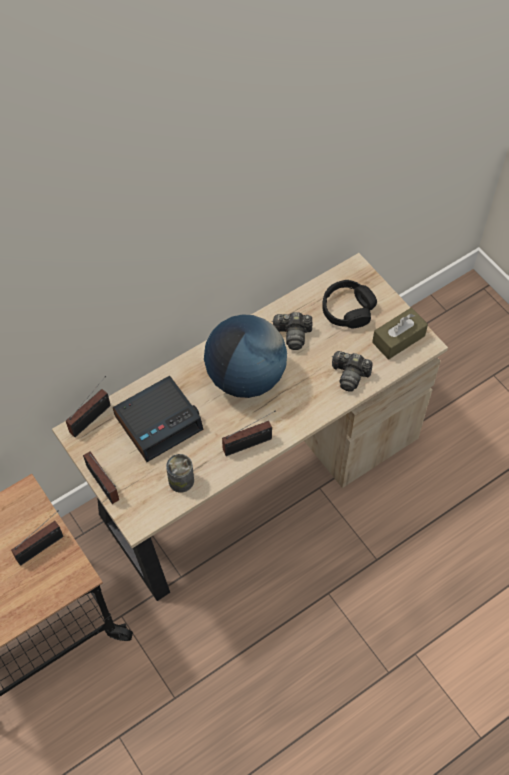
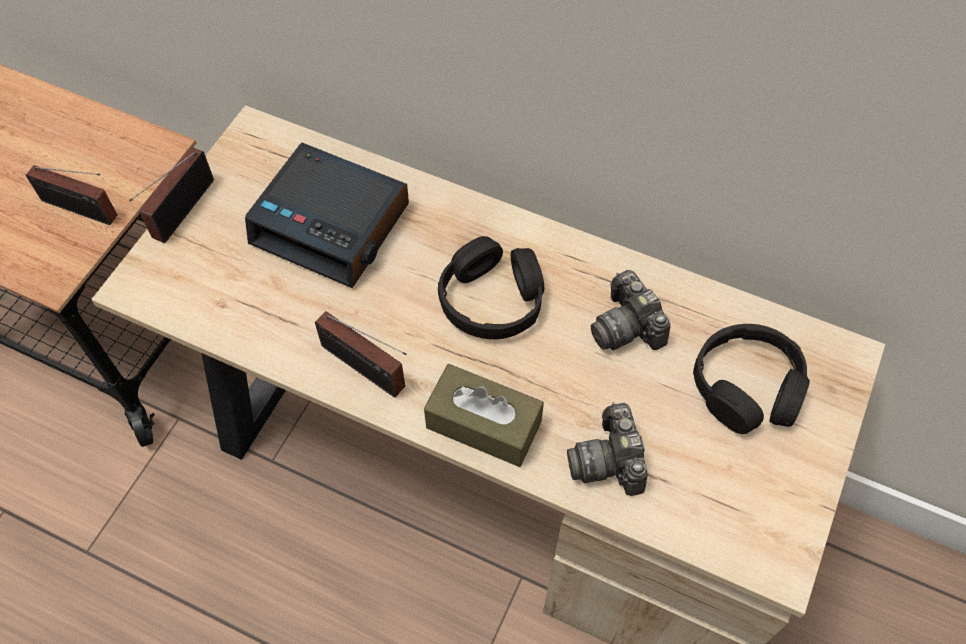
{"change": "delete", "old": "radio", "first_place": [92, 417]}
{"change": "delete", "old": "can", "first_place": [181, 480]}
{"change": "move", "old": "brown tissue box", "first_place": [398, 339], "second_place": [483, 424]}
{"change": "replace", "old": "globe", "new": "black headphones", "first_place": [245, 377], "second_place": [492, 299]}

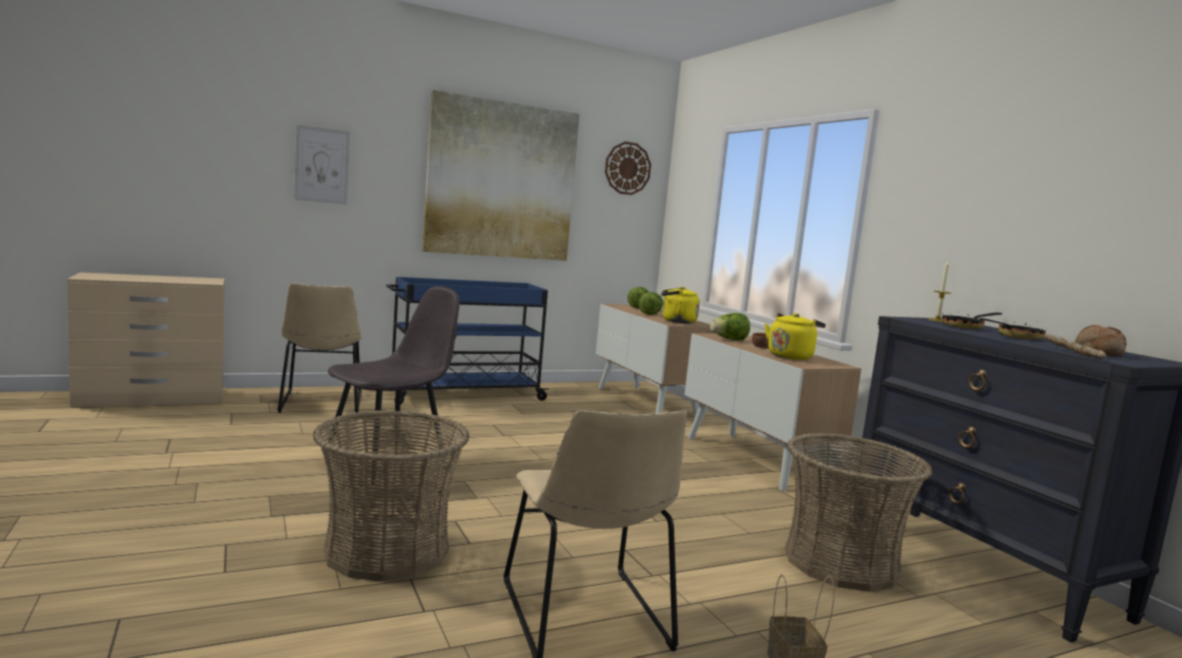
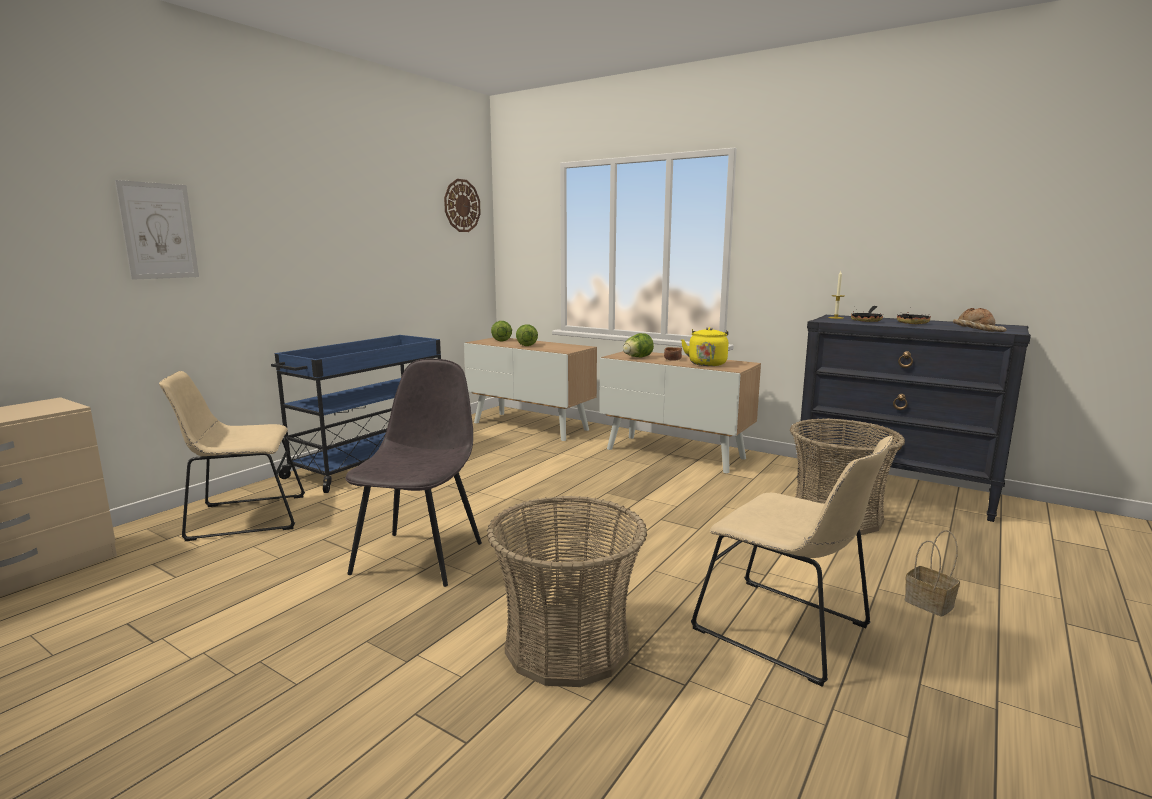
{"change": "delete", "old": "picture", "first_place": [501, 180]}
{"change": "delete", "old": "yellow kettle", "first_place": [676, 321]}
{"change": "rotate", "old": "beige chair", "first_place": [321, 403], "second_place": [242, 517], "degrees": 120}

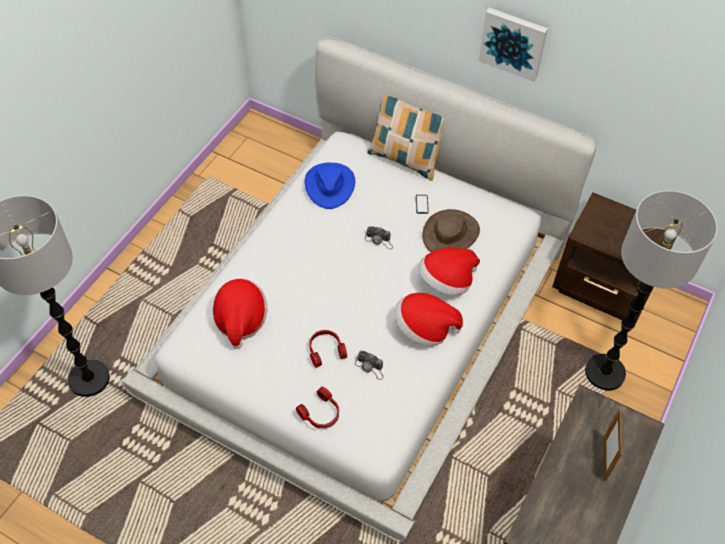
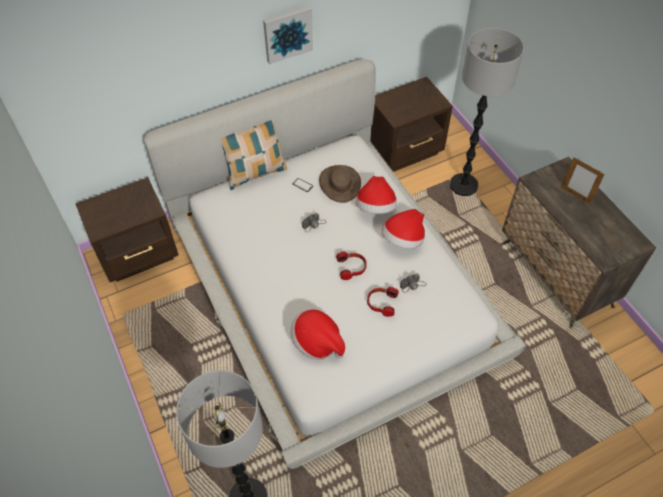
{"change": "delete", "old": "blue hat", "first_place": [329, 185]}
{"change": "insert", "new": "brown nightstand", "second_place": [140, 254]}
{"change": "move", "old": "headphones", "first_place": [321, 414], "second_place": [352, 268]}

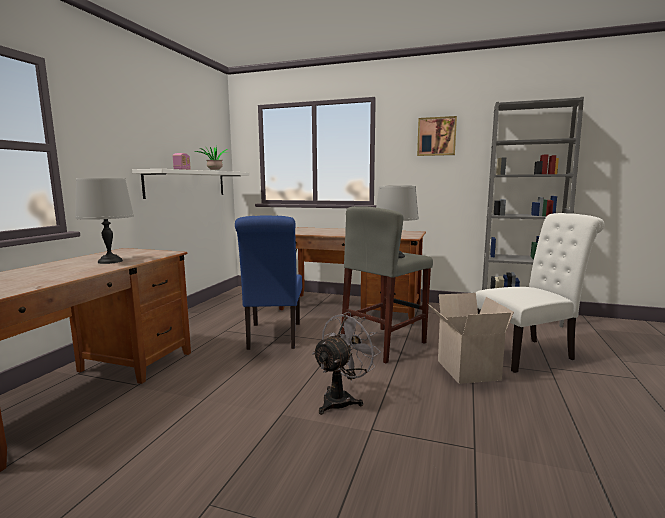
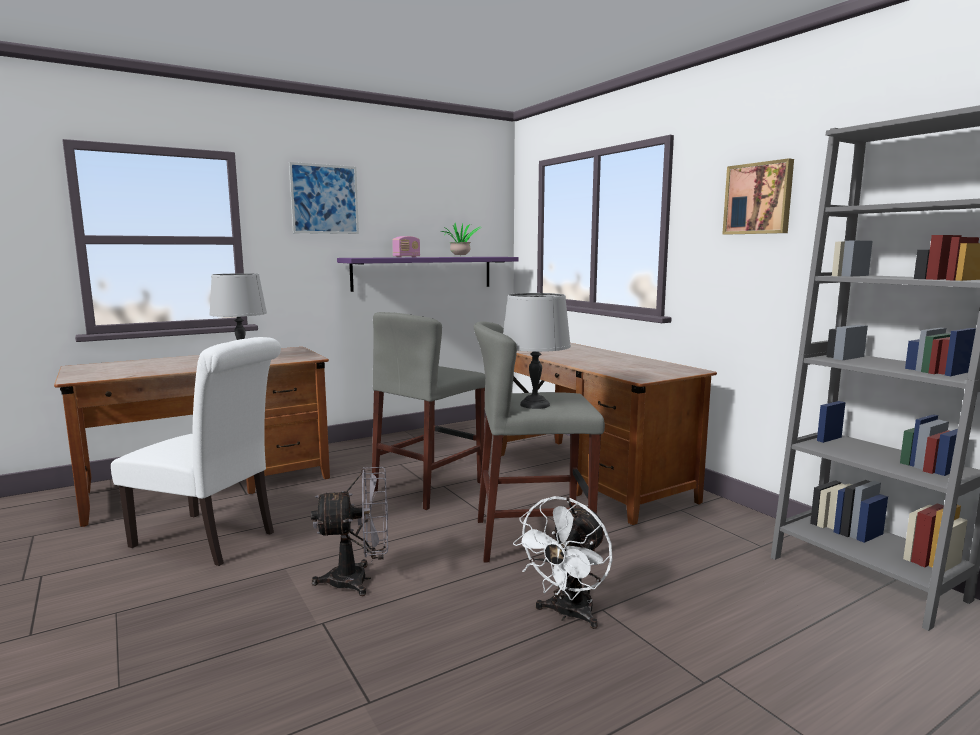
{"change": "insert", "new": "picture", "second_place": [324, 199]}
{"change": "move", "old": "white chair", "first_place": [529, 354], "second_place": [211, 540]}
{"change": "replace", "old": "blue chair", "new": "grey stool", "first_place": [273, 337], "second_place": [428, 486]}
{"change": "replace", "old": "cardboard box", "new": "white fan", "first_place": [465, 369], "second_place": [567, 614]}
{"change": "recolor", "old": "white shelf", "new": "purple shelf", "first_place": [187, 183], "second_place": [423, 273]}

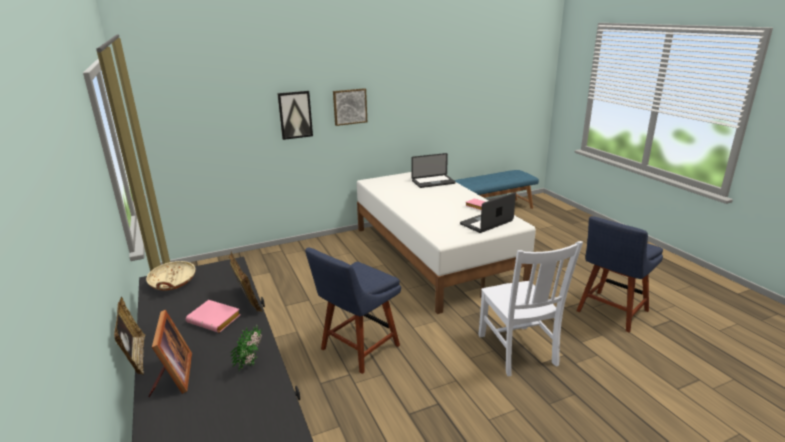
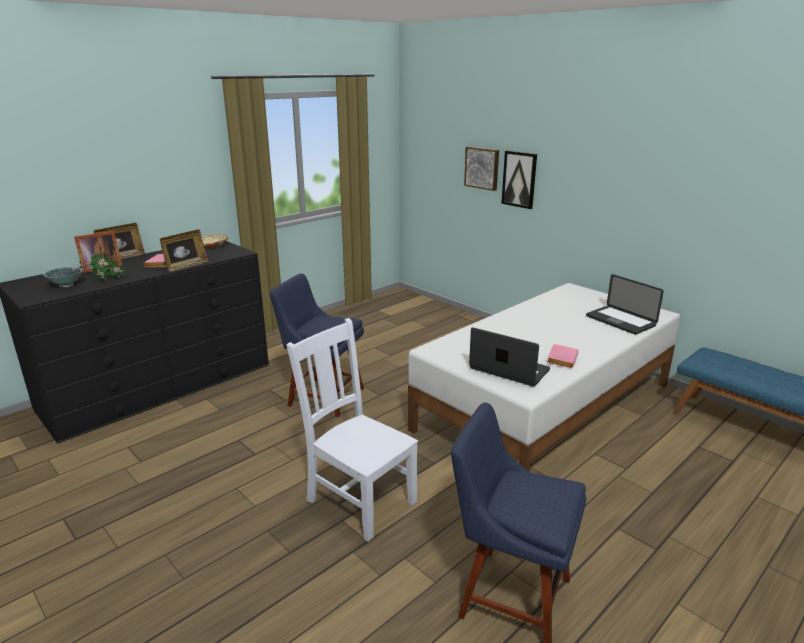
{"change": "insert", "new": "bowl", "second_place": [66, 285]}
{"change": "move", "old": "picture", "first_place": [349, 106], "second_place": [482, 168]}
{"change": "rotate", "old": "white chair", "first_place": [518, 351], "second_place": [358, 499], "degrees": 75}

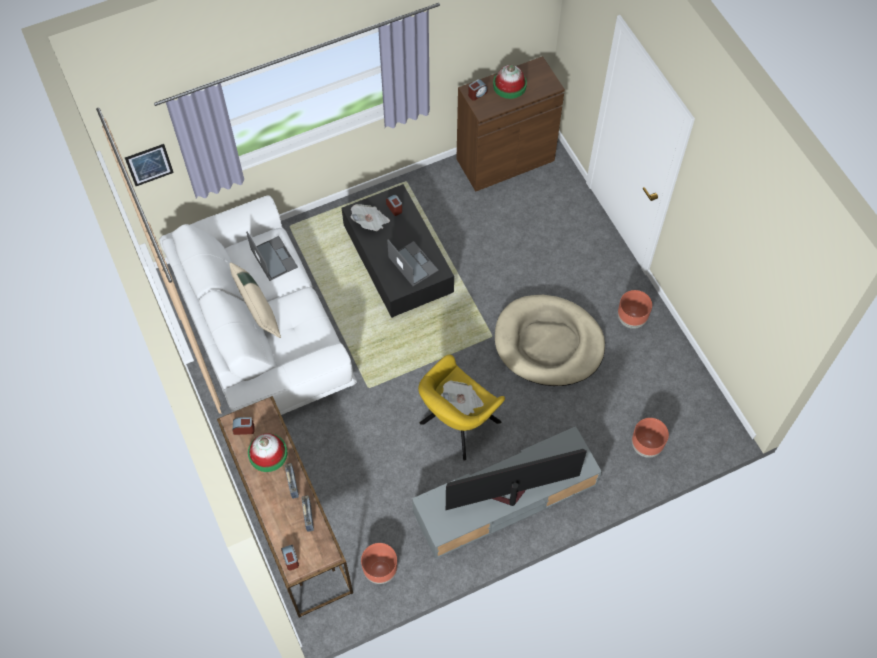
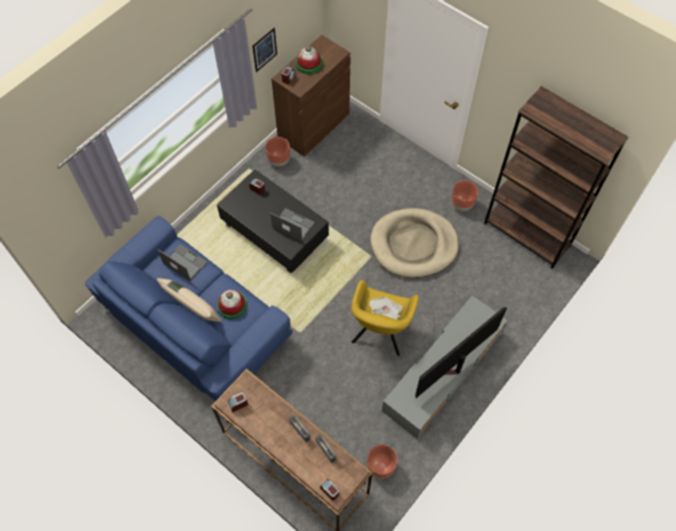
{"change": "delete", "old": "newspaper", "first_place": [370, 223]}
{"change": "insert", "new": "brown bookcase", "second_place": [527, 234]}
{"change": "move", "old": "picture", "first_place": [149, 164], "second_place": [264, 49]}
{"change": "move", "old": "hat", "first_place": [268, 453], "second_place": [232, 305]}
{"change": "move", "old": "brown planter", "first_place": [645, 446], "second_place": [278, 161]}
{"change": "recolor", "old": "white sofa", "new": "blue sofa", "first_place": [262, 329], "second_place": [195, 323]}

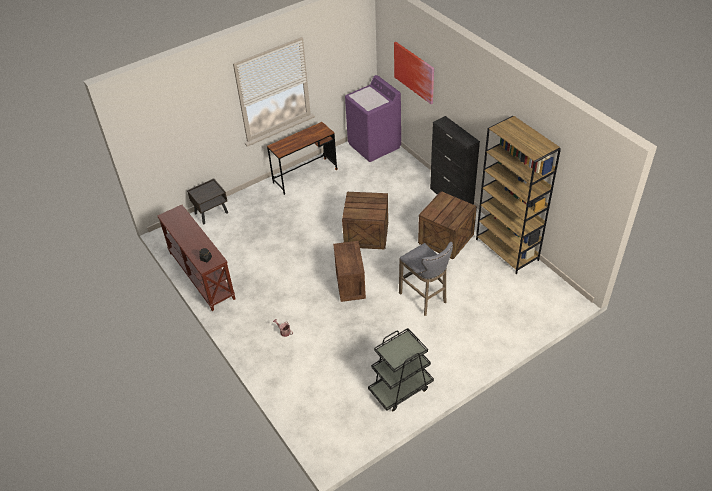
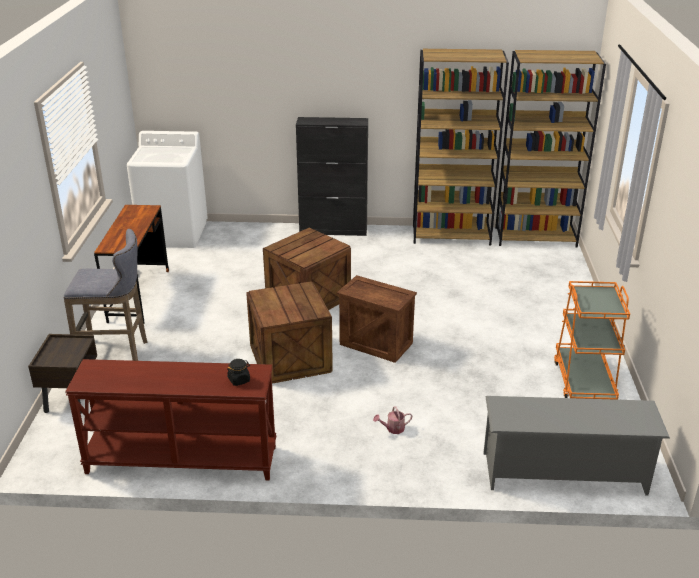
{"change": "delete", "old": "picture", "first_place": [414, 72]}
{"change": "insert", "new": "grey shoe rack", "second_place": [564, 473]}
{"change": "insert", "new": "brown bookcase", "second_place": [536, 237]}
{"change": "move", "old": "grey stool", "first_place": [424, 299], "second_place": [116, 353]}
{"change": "move", "old": "crate", "first_place": [446, 239], "second_place": [291, 359]}
{"change": "recolor", "old": "purple washing machine", "new": "white washing machine", "first_place": [374, 146], "second_place": [174, 234]}
{"change": "recolor", "old": "black cart", "new": "orange cart", "first_place": [400, 388], "second_place": [584, 380]}

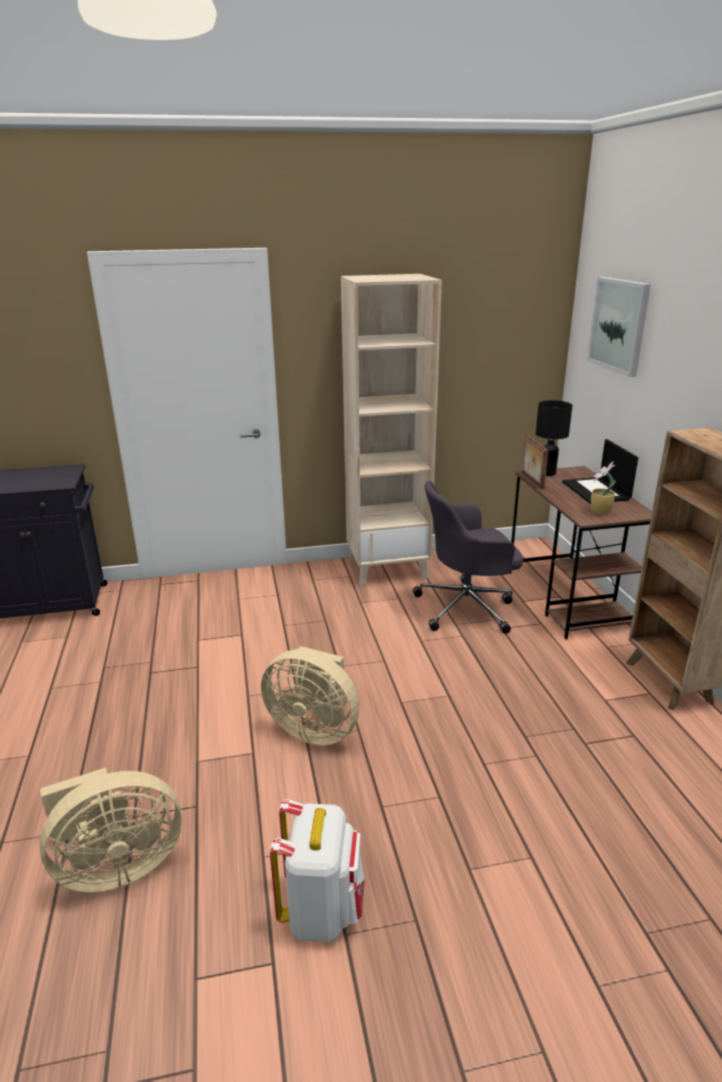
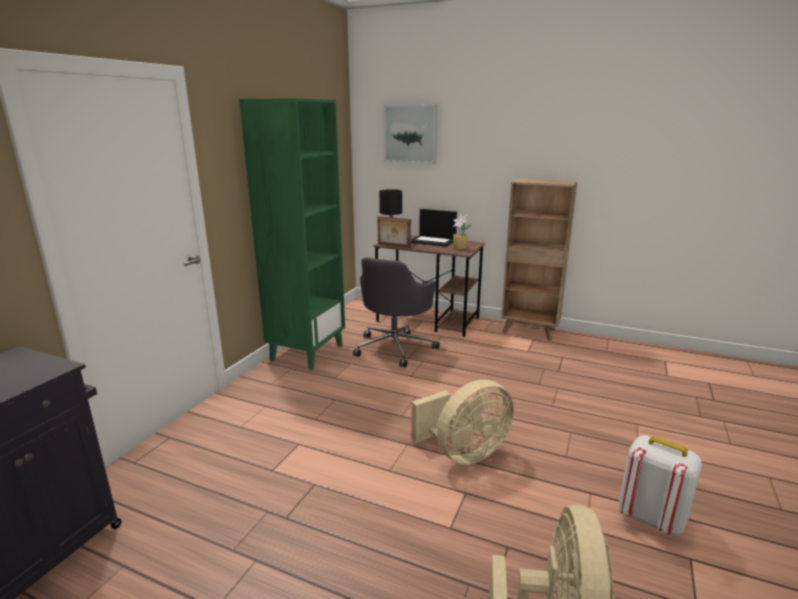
{"change": "recolor", "old": "beige bookcase", "new": "green bookcase", "first_place": [387, 568], "second_place": [307, 352]}

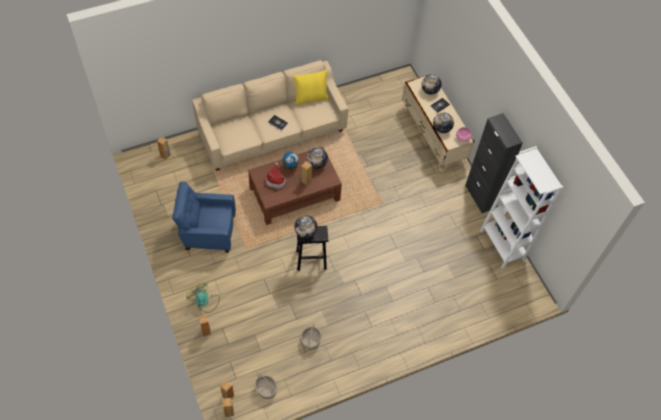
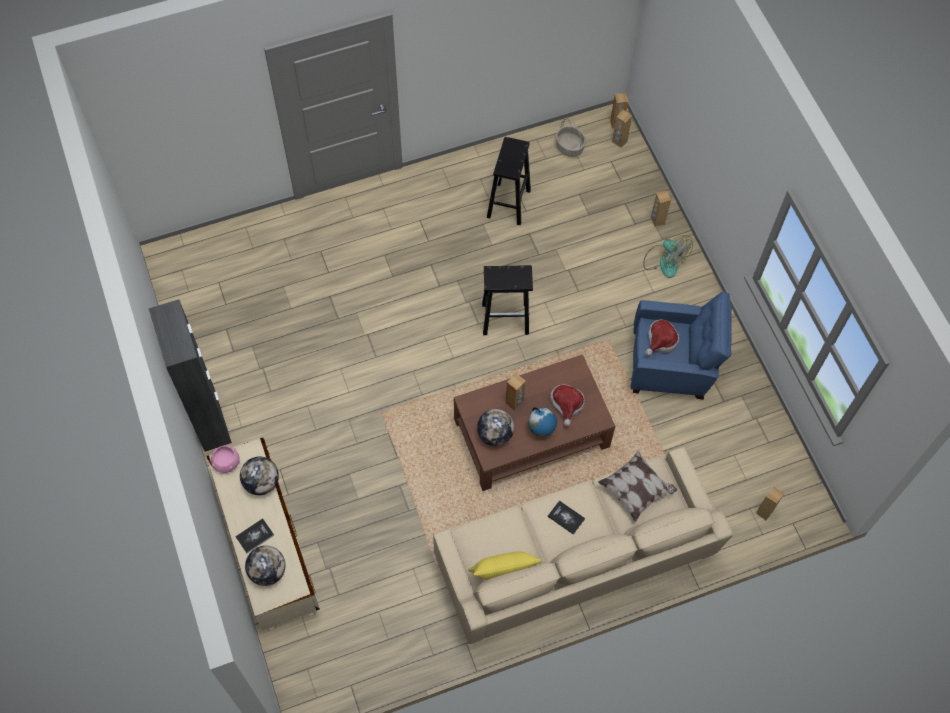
{"change": "delete", "old": "globe", "first_place": [305, 232]}
{"change": "delete", "old": "white bookcase", "first_place": [502, 245]}
{"change": "insert", "new": "pillow", "second_place": [636, 490]}
{"change": "insert", "new": "hat", "second_place": [660, 341]}
{"change": "replace", "old": "basket", "new": "black stool", "first_place": [310, 340], "second_place": [508, 204]}

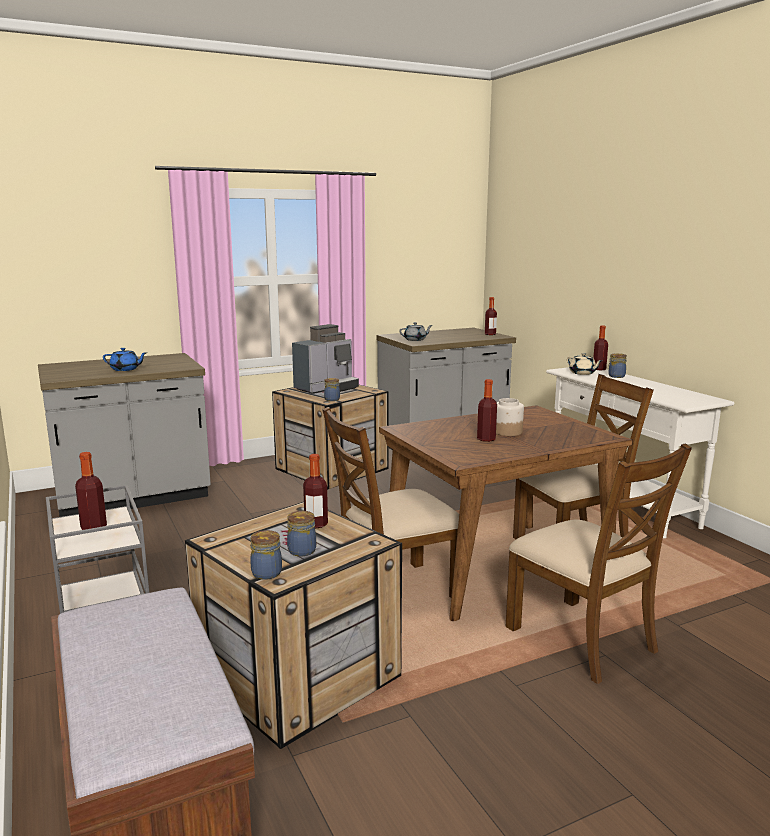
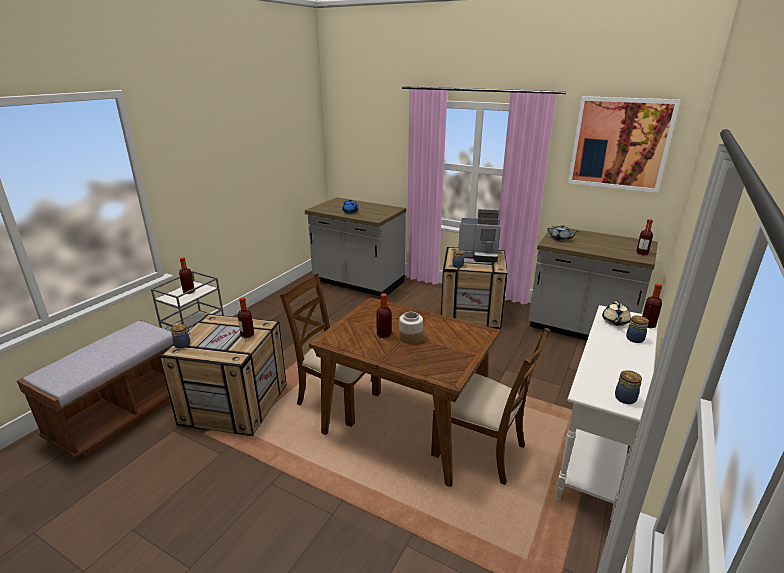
{"change": "delete", "old": "brown chair", "first_place": [582, 639]}
{"change": "insert", "new": "picture", "second_place": [620, 144]}
{"change": "move", "old": "jar", "first_place": [302, 550], "second_place": [625, 398]}

